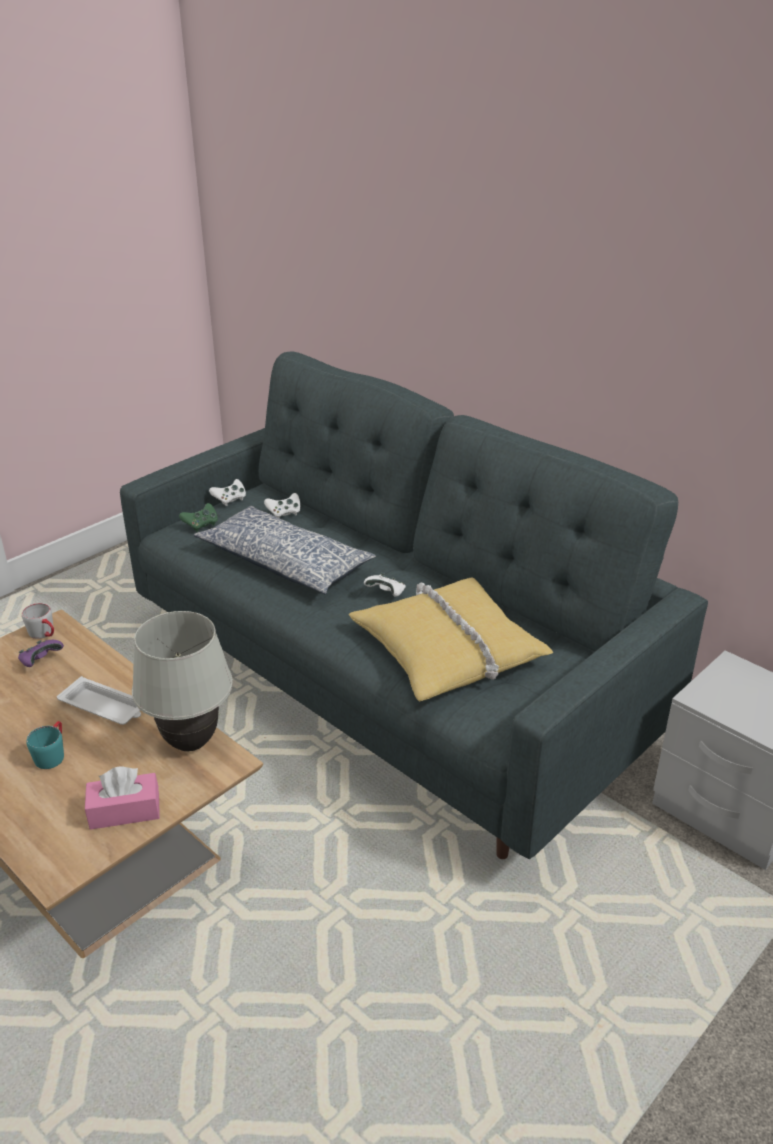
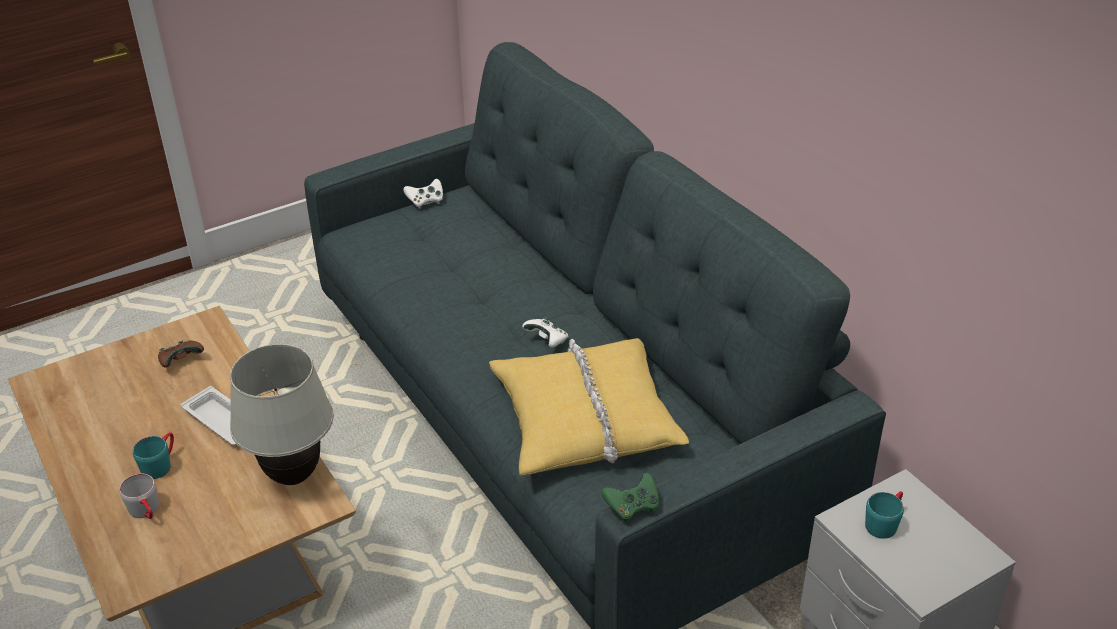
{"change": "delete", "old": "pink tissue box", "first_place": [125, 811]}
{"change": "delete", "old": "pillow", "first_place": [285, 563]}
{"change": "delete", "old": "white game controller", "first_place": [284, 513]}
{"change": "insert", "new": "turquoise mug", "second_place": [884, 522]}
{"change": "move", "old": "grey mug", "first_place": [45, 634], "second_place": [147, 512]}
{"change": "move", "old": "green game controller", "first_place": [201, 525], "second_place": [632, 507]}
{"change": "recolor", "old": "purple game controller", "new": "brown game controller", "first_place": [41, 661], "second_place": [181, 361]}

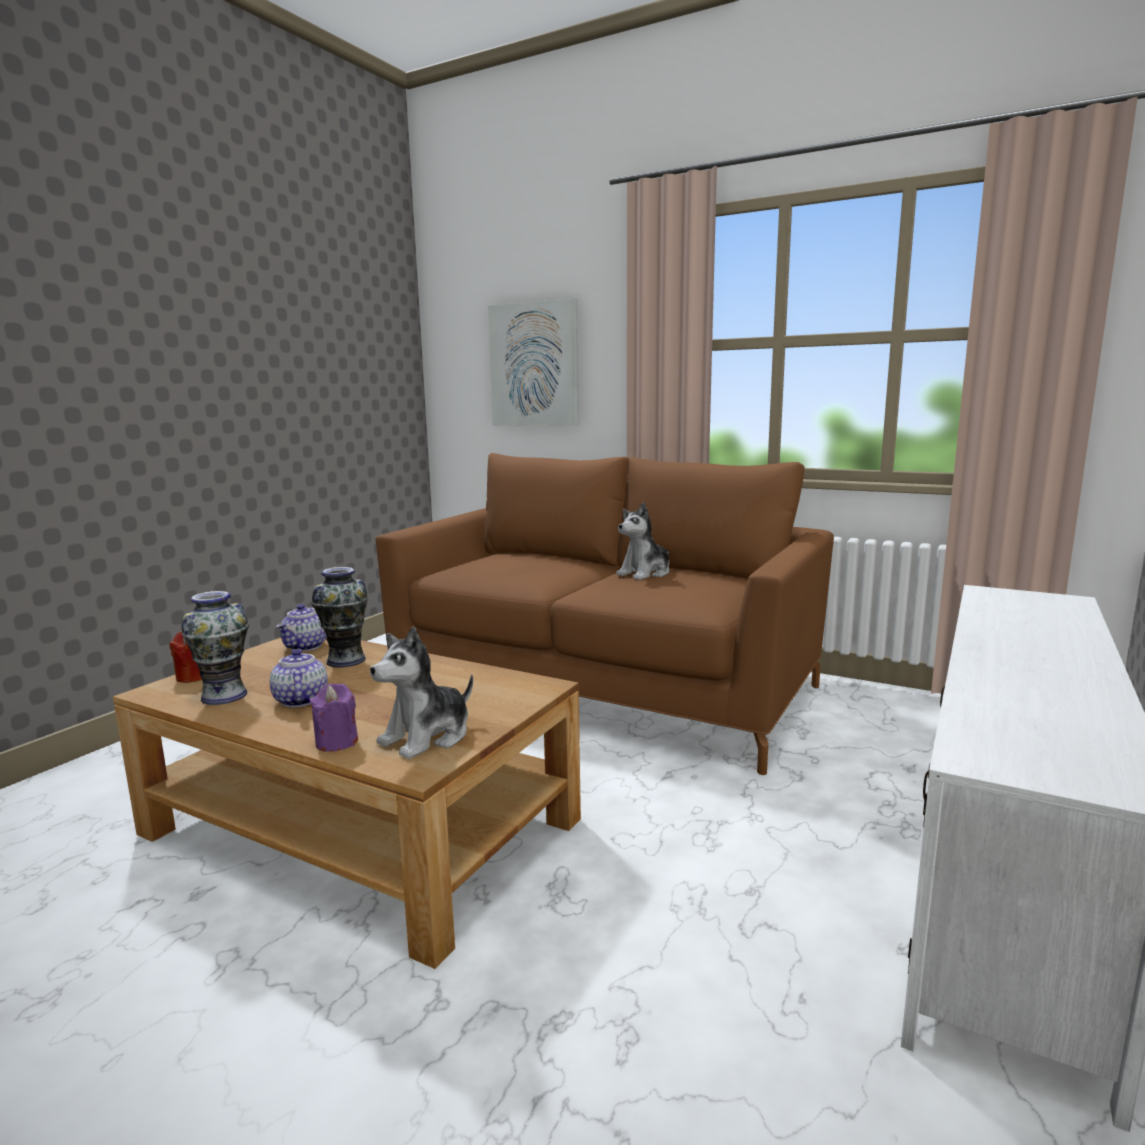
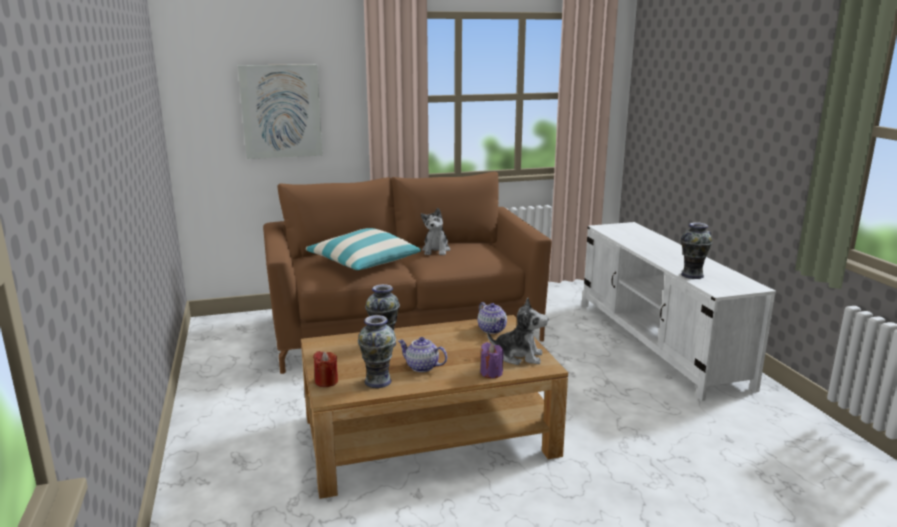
{"change": "insert", "new": "pillow", "second_place": [364, 262]}
{"change": "insert", "new": "vase", "second_place": [692, 275]}
{"change": "move", "old": "teapot", "first_place": [306, 646], "second_place": [492, 329]}
{"change": "rotate", "old": "plush toy", "first_place": [427, 737], "second_place": [518, 356], "degrees": -75}

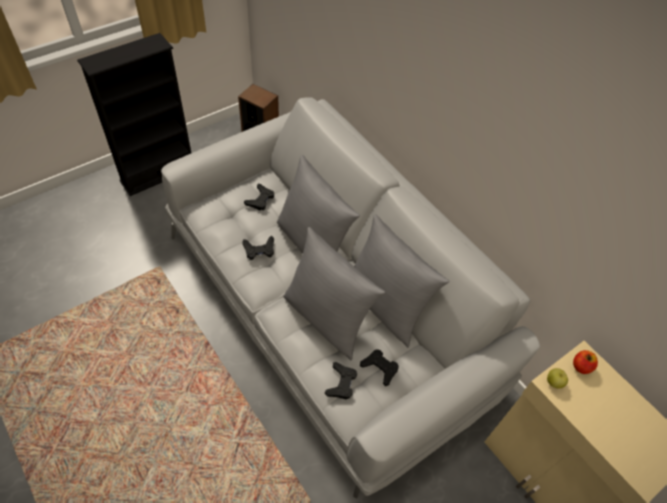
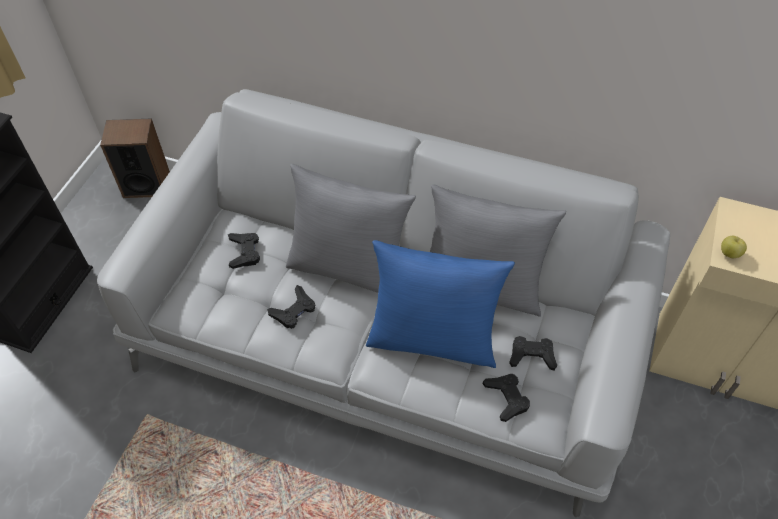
{"change": "delete", "old": "apple", "first_place": [581, 366]}
{"change": "recolor", "old": "grey pillow", "new": "blue pillow", "first_place": [327, 318], "second_place": [433, 339]}

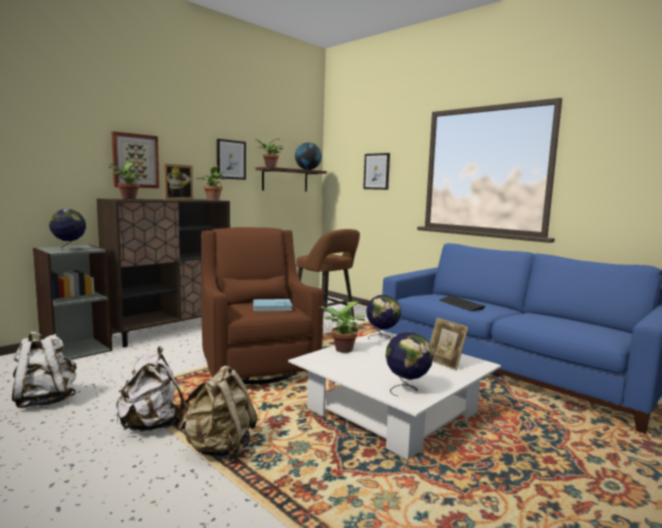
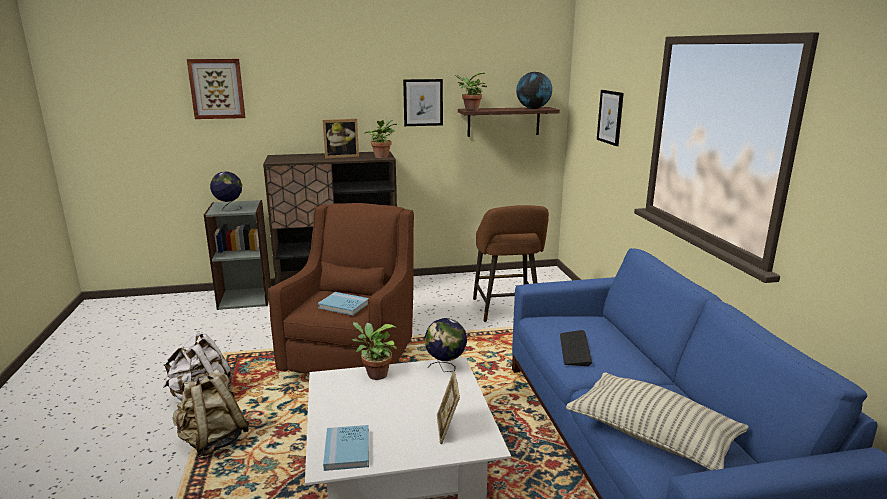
{"change": "delete", "old": "white backpack", "first_place": [45, 400]}
{"change": "delete", "old": "potted plant", "first_place": [128, 198]}
{"change": "insert", "new": "pillow", "second_place": [652, 436]}
{"change": "move", "old": "picture", "first_place": [135, 161], "second_place": [217, 89]}
{"change": "replace", "old": "globe", "new": "blue book", "first_place": [407, 389], "second_place": [347, 450]}

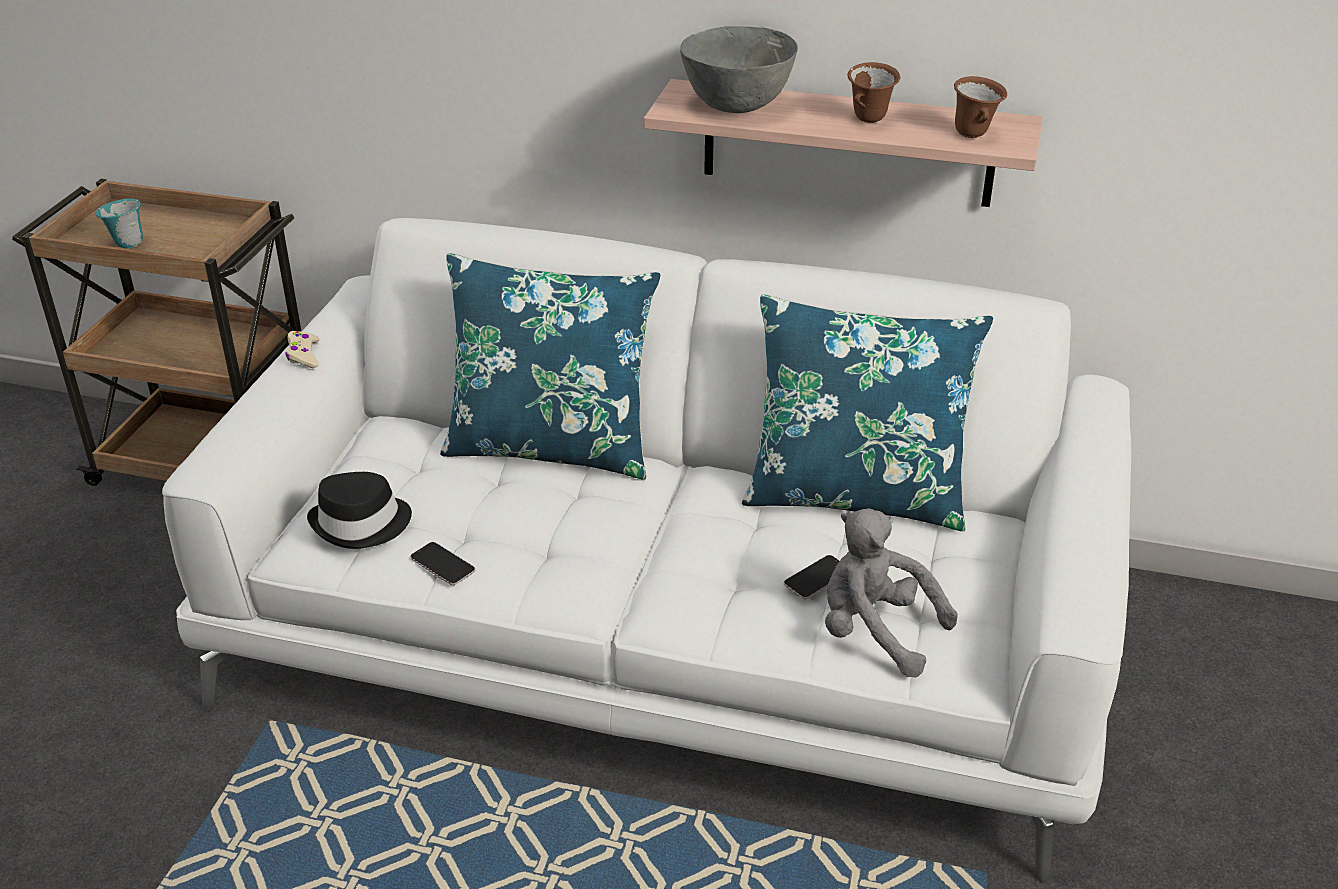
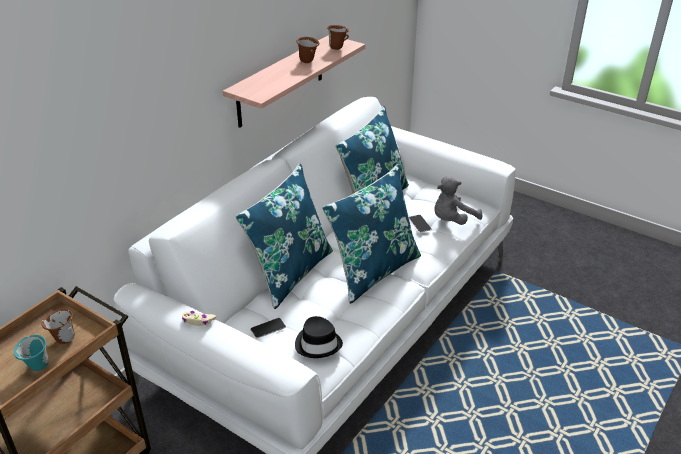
{"change": "delete", "old": "grey bowl", "first_place": [736, 107]}
{"change": "insert", "new": "brown mug", "second_place": [63, 339]}
{"change": "insert", "new": "blue pillow", "second_place": [373, 271]}
{"change": "move", "old": "phone", "first_place": [442, 564], "second_place": [268, 328]}

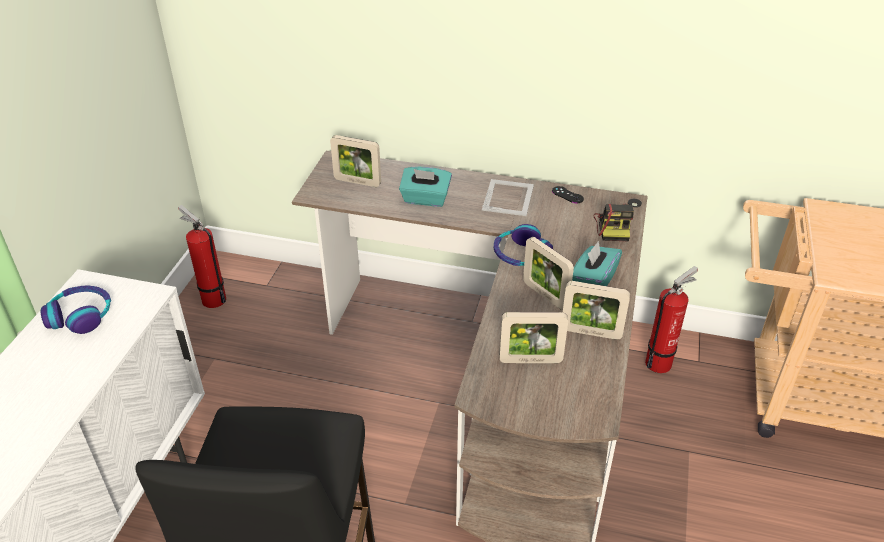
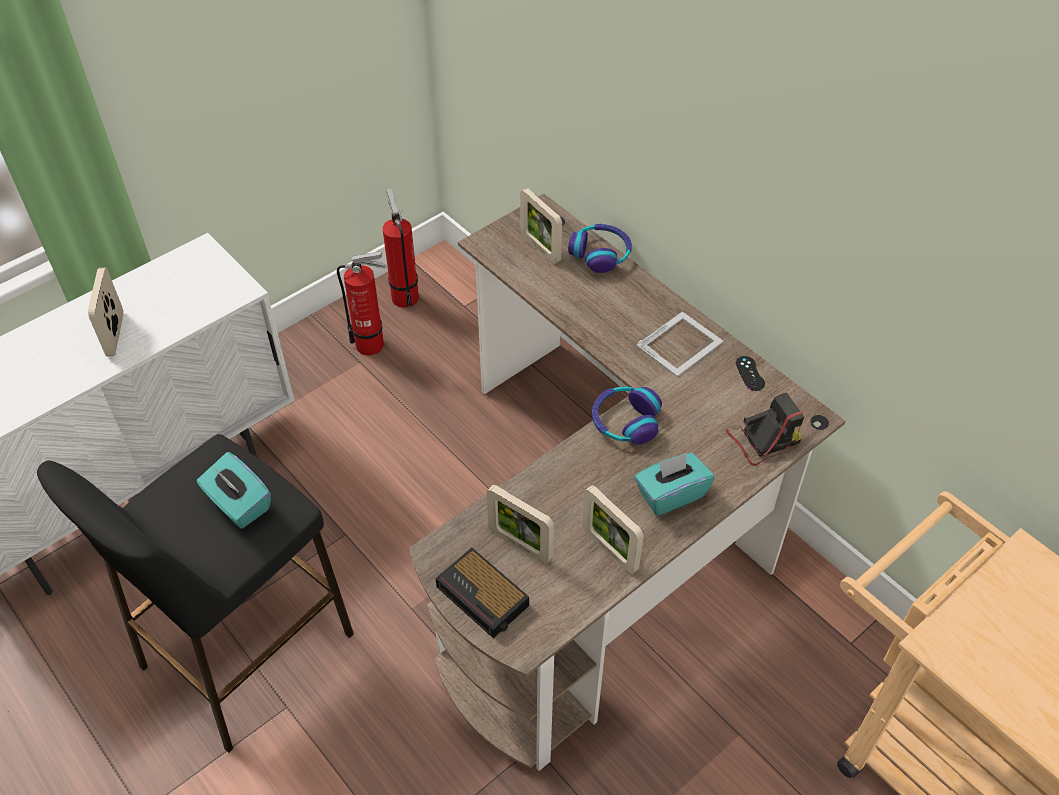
{"change": "insert", "new": "alarm clock", "second_place": [484, 597]}
{"change": "move", "old": "headphones", "first_place": [80, 316], "second_place": [600, 253]}
{"change": "move", "old": "turquoise tissue box", "first_place": [425, 199], "second_place": [238, 504]}
{"change": "move", "old": "picture frame", "first_place": [545, 295], "second_place": [115, 334]}
{"change": "move", "old": "fire extinguisher", "first_place": [661, 362], "second_place": [373, 345]}
{"change": "rotate", "old": "photo camera", "first_place": [614, 227], "second_place": [762, 440], "degrees": -150}

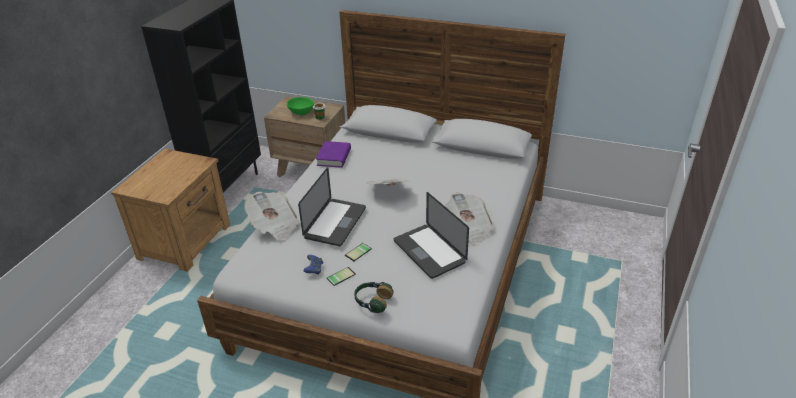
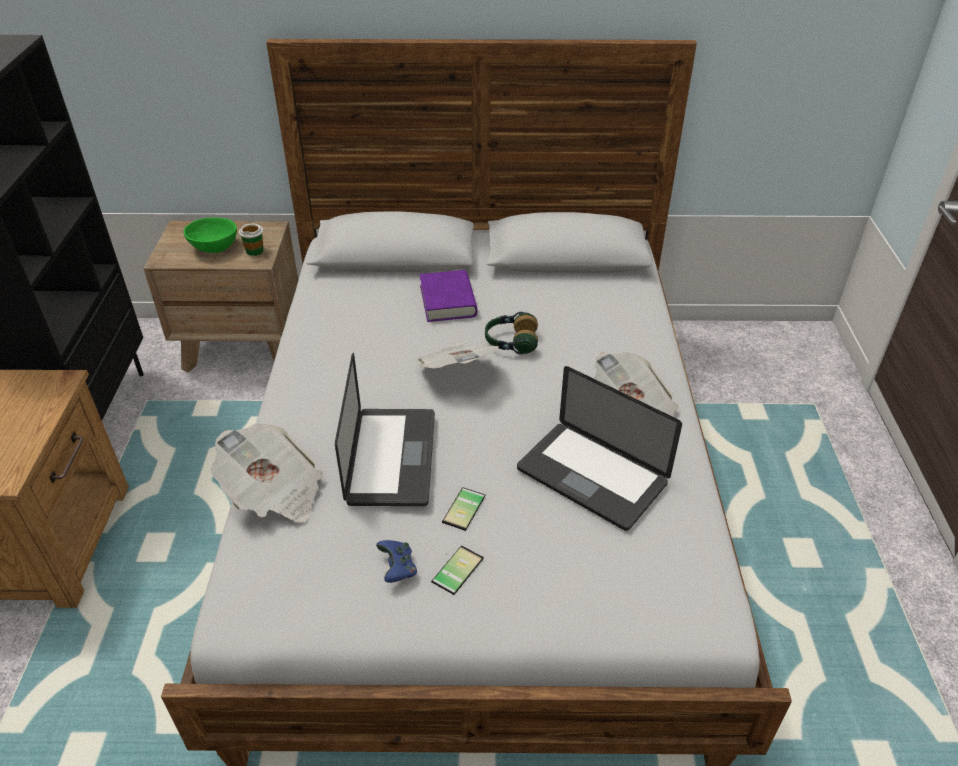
{"change": "move", "old": "purple book", "first_place": [334, 157], "second_place": [448, 301]}
{"change": "move", "old": "headphones", "first_place": [372, 301], "second_place": [511, 342]}

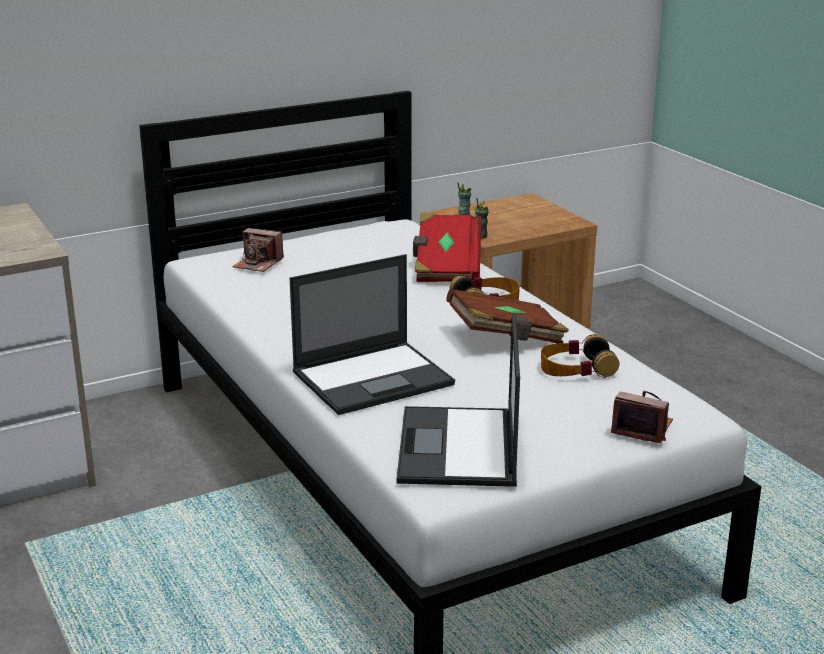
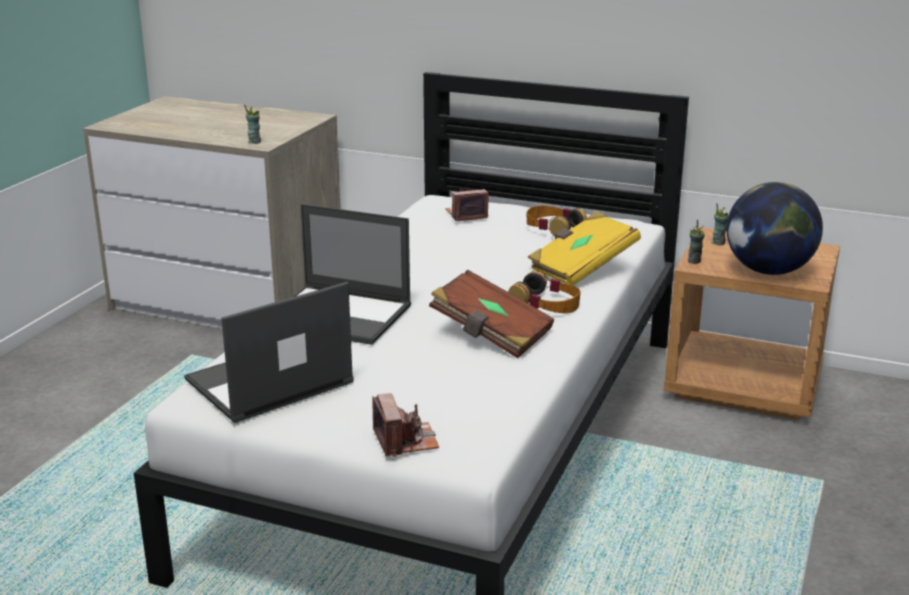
{"change": "insert", "new": "cup", "second_place": [254, 142]}
{"change": "insert", "new": "globe", "second_place": [768, 271]}
{"change": "move", "old": "headphones", "first_place": [576, 368], "second_place": [553, 227]}
{"change": "recolor", "old": "red book", "new": "yellow book", "first_place": [446, 267], "second_place": [582, 267]}
{"change": "rotate", "old": "photo camera", "first_place": [258, 264], "second_place": [466, 215], "degrees": 90}

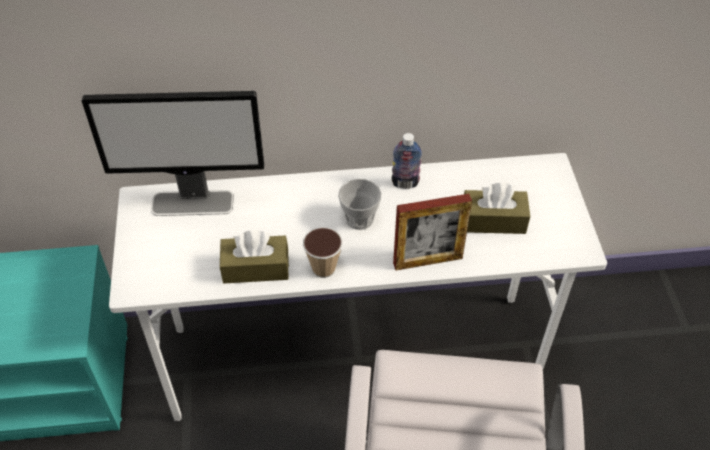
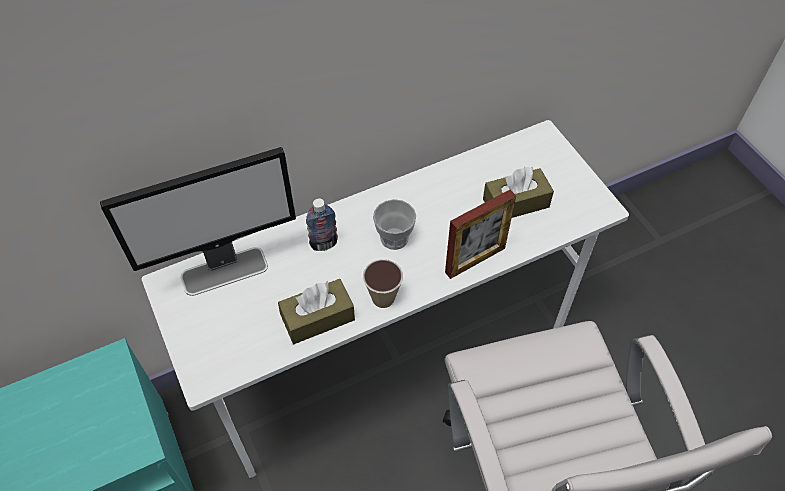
{"change": "move", "old": "bottle", "first_place": [405, 183], "second_place": [324, 244]}

